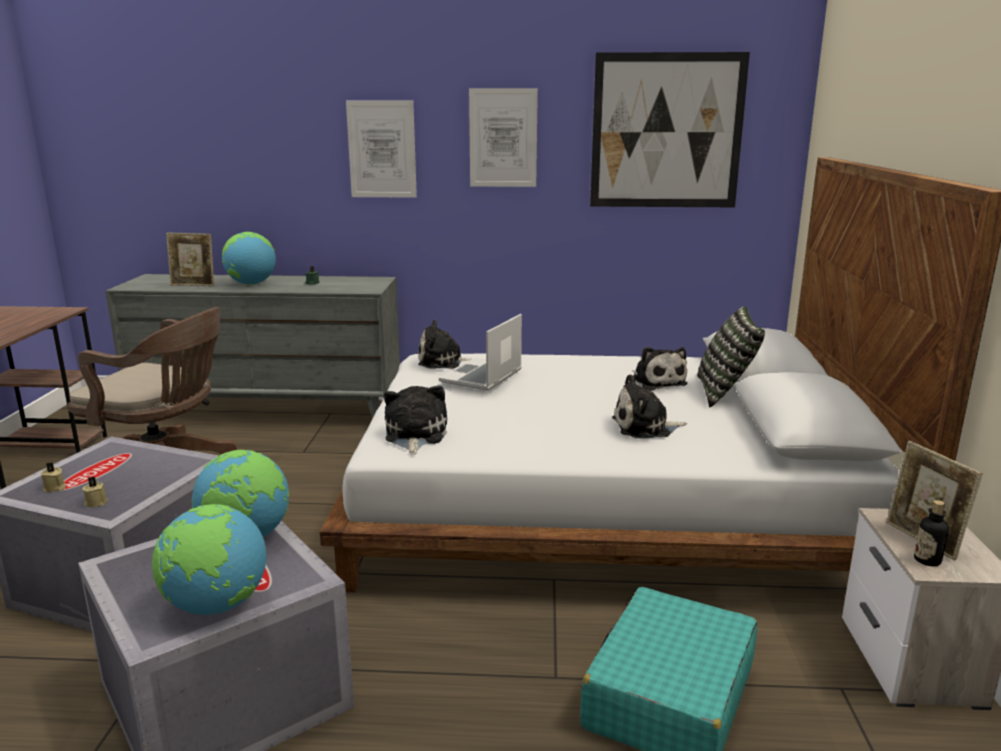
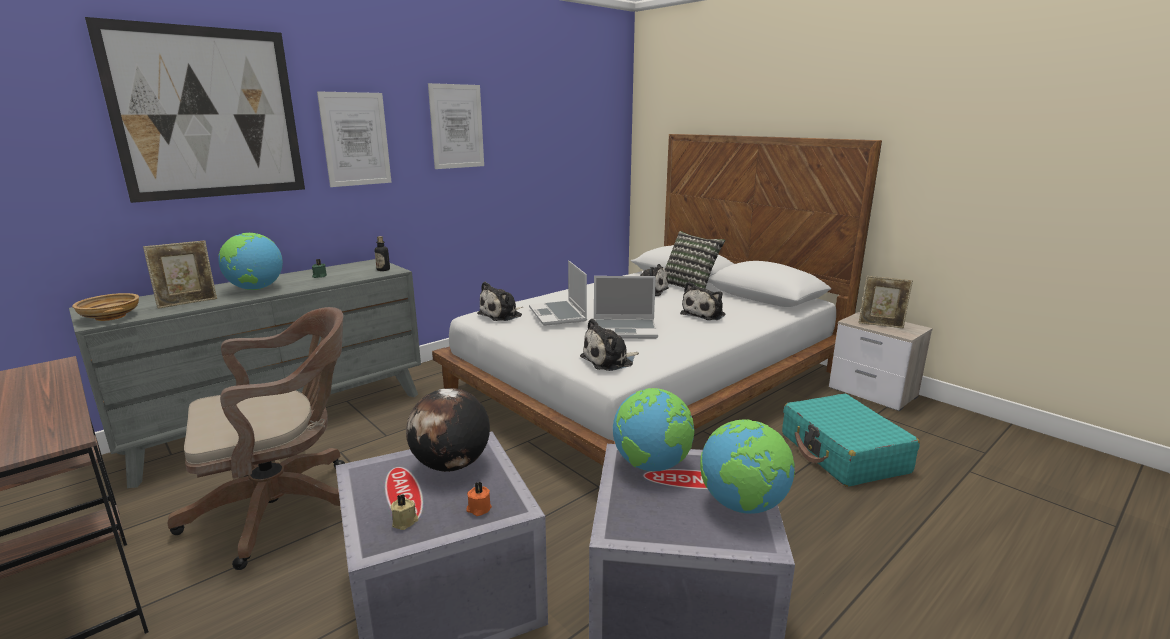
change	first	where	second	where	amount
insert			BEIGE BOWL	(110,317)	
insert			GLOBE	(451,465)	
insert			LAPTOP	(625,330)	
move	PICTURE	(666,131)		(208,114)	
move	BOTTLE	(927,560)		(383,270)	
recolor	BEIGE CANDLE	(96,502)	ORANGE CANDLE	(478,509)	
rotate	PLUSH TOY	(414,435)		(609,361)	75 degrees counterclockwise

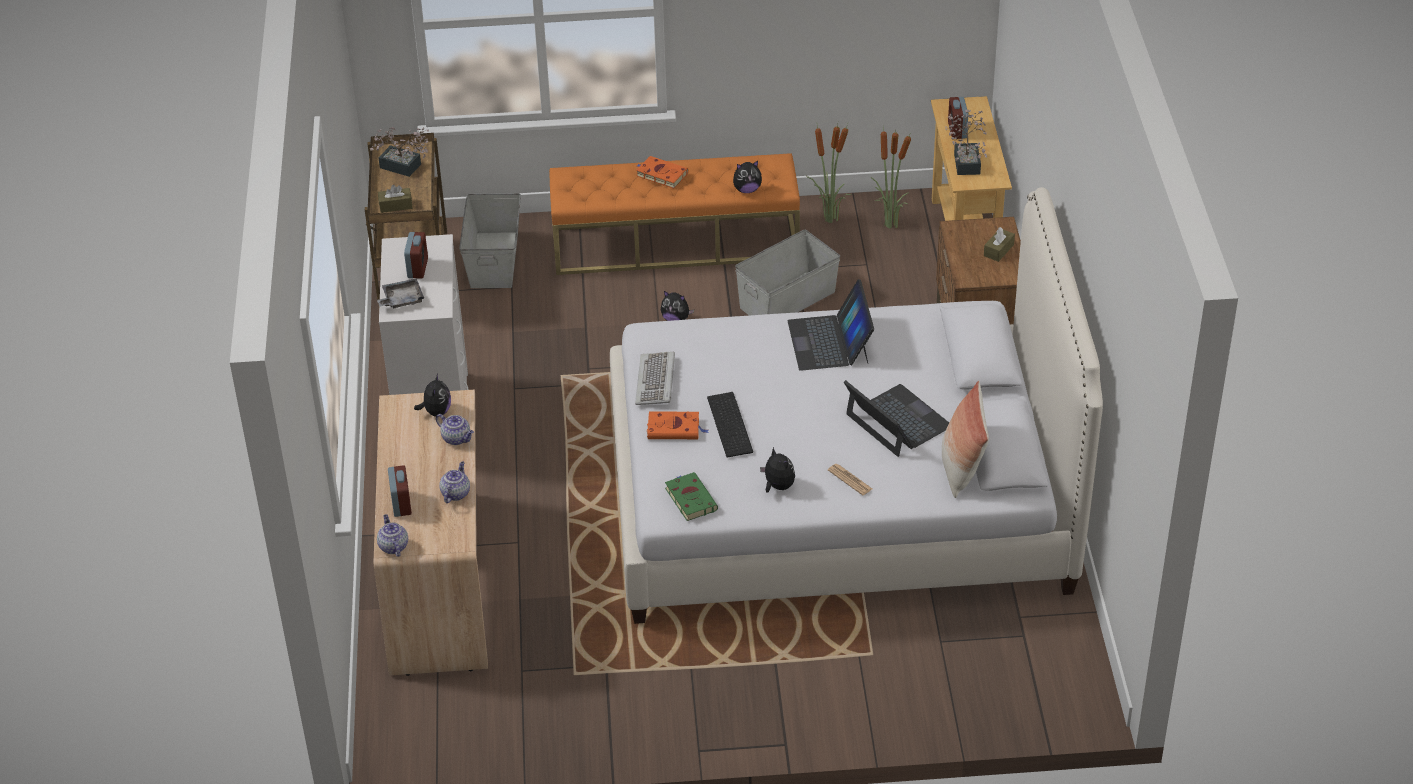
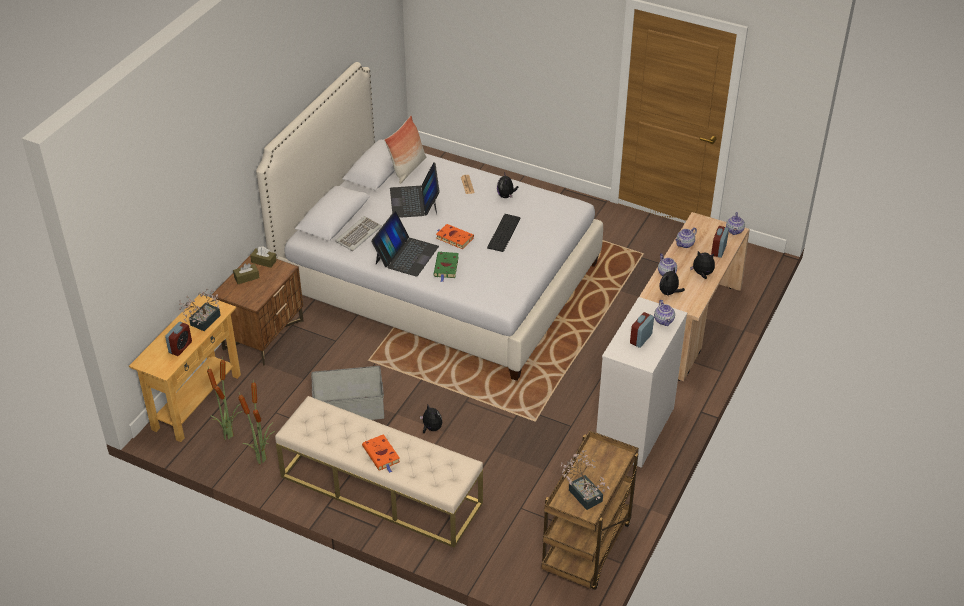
change	first	where	second	where	amount
delete	GREY STORAGE BOX	(495,259)			
move	BROWN TISSUE BOX	(395,205)		(263,261)	
move	KEYBOARD	(656,381)		(358,235)	
move	ORANGE BOOK	(675,429)		(453,238)	
move	GREEN BOOK	(690,498)		(446,267)	
move	PLUSH TOY	(747,190)		(702,274)	
replace	GREY TRAY	(401,299)	TEAPOT	(664,321)	
recolor	ORANGE BENCH	(676,243)	BEIGE BENCH	(380,490)	

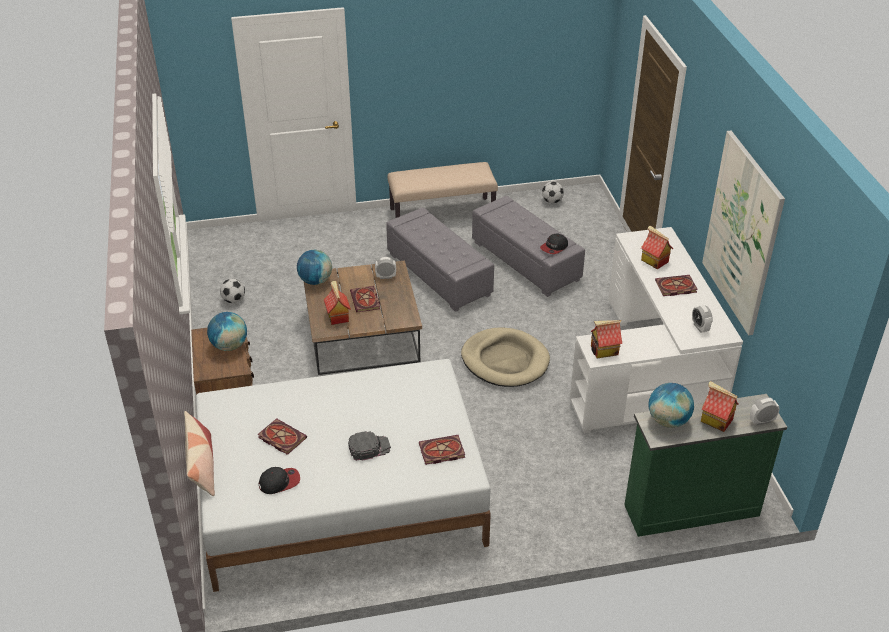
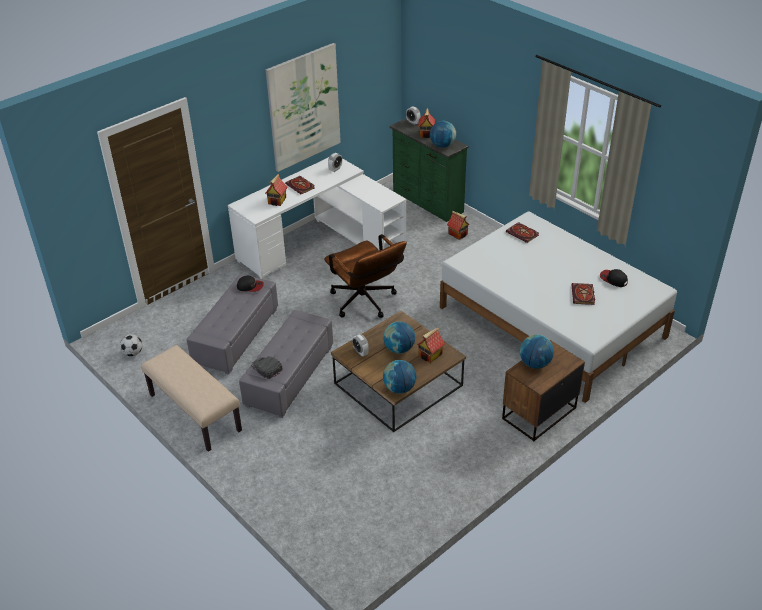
change	first	where	second	where	amount
delete	PILLOW	(201,466)			
delete	FOOTBALL	(234,300)			
move	BLACK CAP	(369,448)		(266,368)	
move	TOY HOUSE	(604,351)		(458,234)	
replace	BOOK	(366,301)	GLOBE	(399,349)	
replace	BEIGE DOG BED	(505,360)	BROWN OFFICE CHAIR	(366,303)	

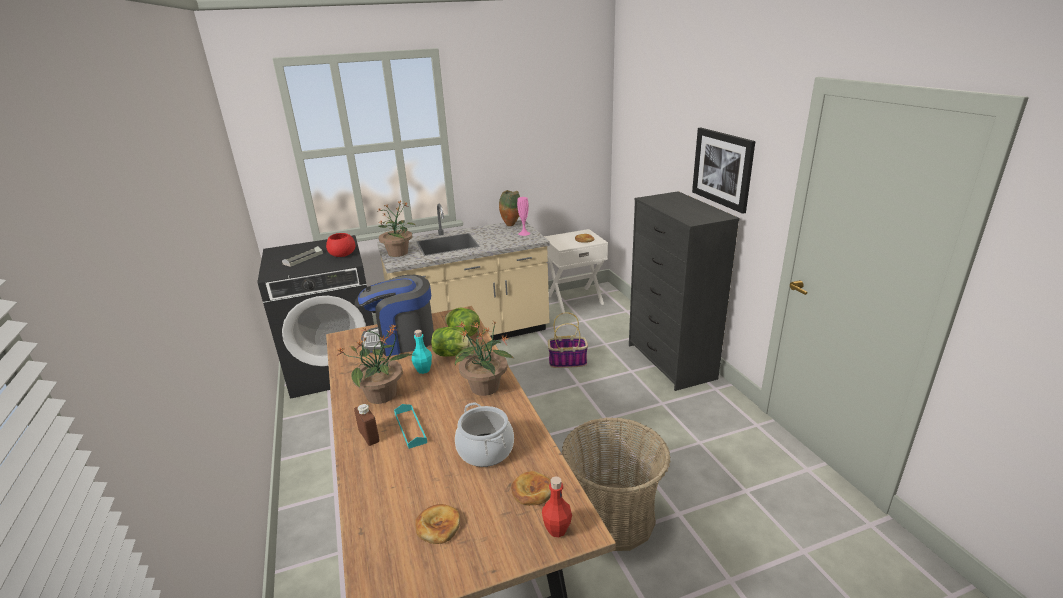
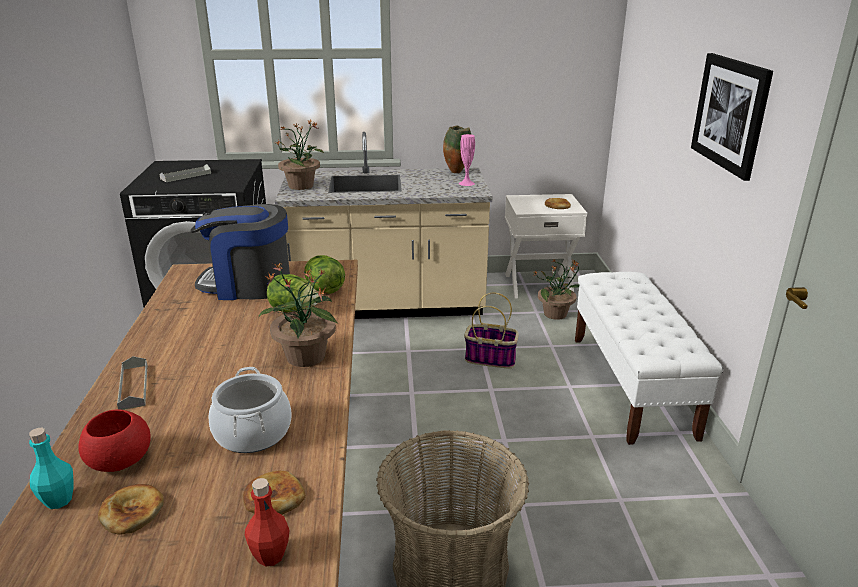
change	first	where	second	where	amount
delete	TURQUOISE TRAY	(410,428)			
move	RED BOWL	(342,255)		(118,461)	
move	POTTED PLANT	(382,395)		(556,314)	
move	TURQUOISE BOTTLE	(423,370)		(59,500)	
replace	BROWN BOTTLE	(369,436)	GREY TRAY	(133,386)	
replace	BLACK DRESSER	(671,362)	WHITE BENCH	(631,385)	

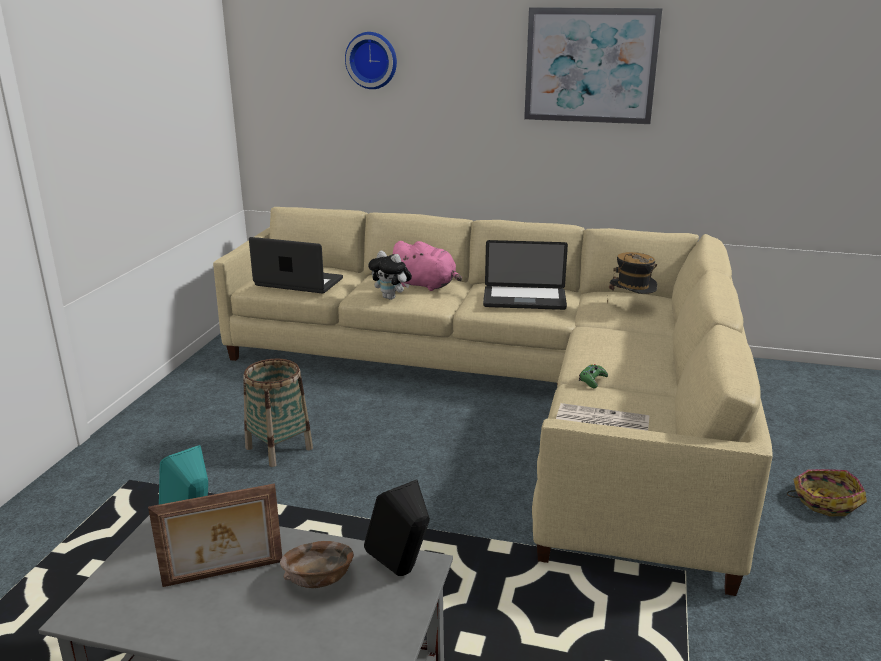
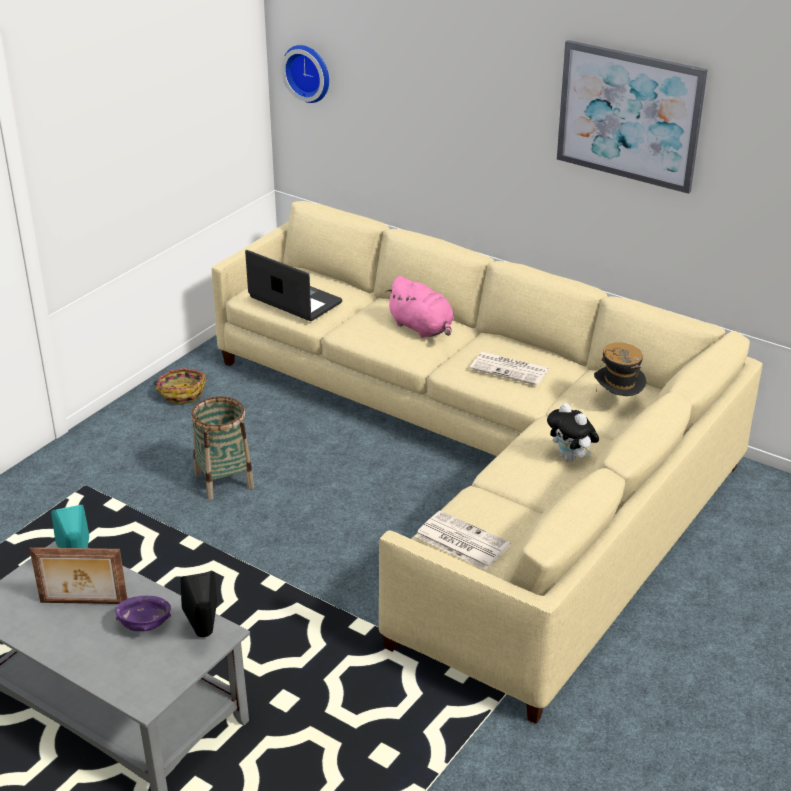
change	first	where	second	where	amount
delete	GREEN GAME CONTROLLER	(592,380)			
move	WALL CLOCK	(372,60)		(309,72)	
move	PLUSH TOY	(391,298)		(571,458)	
move	BASKET	(824,501)		(181,393)	
replace	LAPTOP	(524,299)	NEWSPAPER	(510,369)	
recolor	BROWN BOWL	(319,580)	PURPLE BOWL	(145,625)	

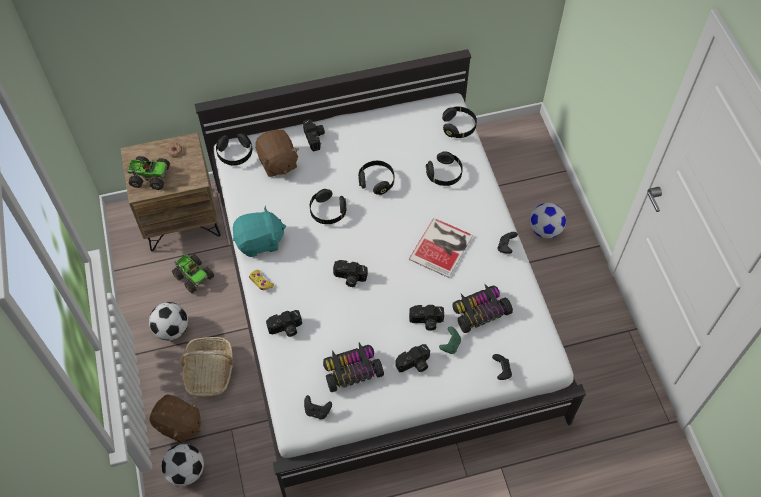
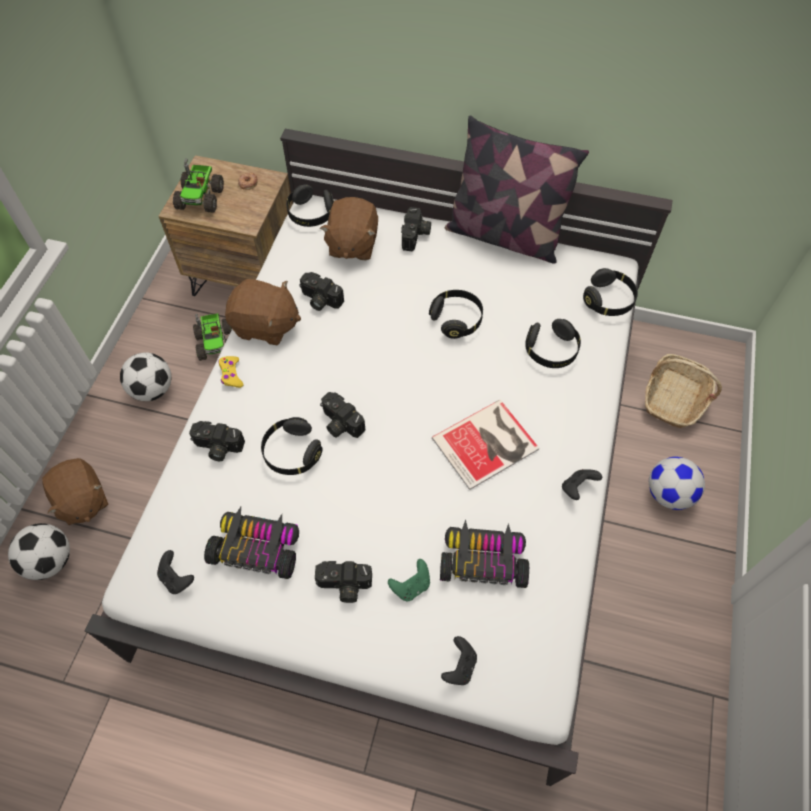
change	first	where	second	where	amount
insert			PILLOW	(504,236)	
move	BASKET	(209,371)		(674,399)	
move	BLACK HEADPHONES	(328,212)		(292,453)	
move	PHOTO CAMERA	(426,321)		(319,300)	
recolor	TURQUOISE PLUSH TOY	(260,242)	BROWN PLUSH TOY	(265,326)	
rotate	TOY TRUCK	(150,176)		(201,197)	60 degrees clockwise

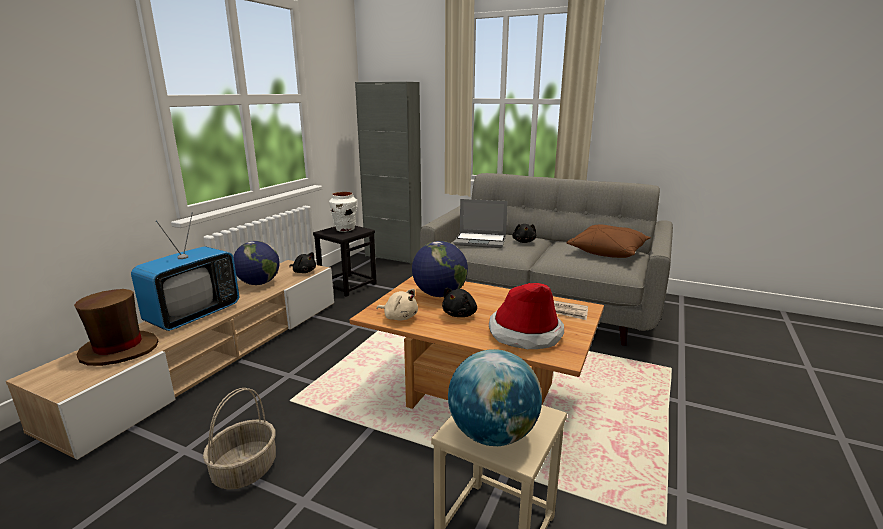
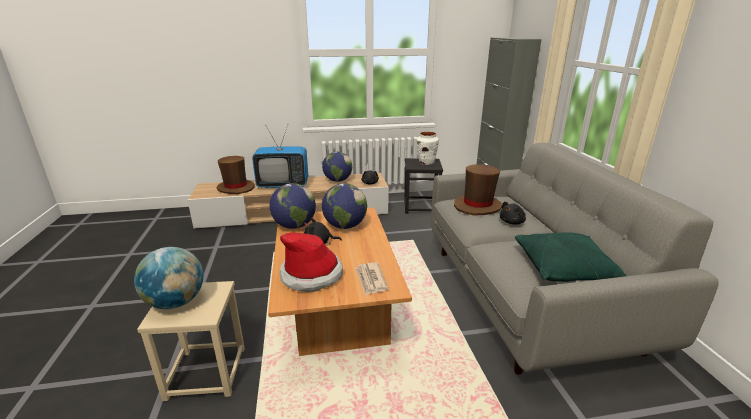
change	first	where	second	where	amount
delete	BASKET	(245,469)			
replace	BEIGE PLUSH TOY	(399,317)	GLOBE	(294,226)	
replace	LAPTOP	(481,241)	BROWN HAT	(477,206)	
recolor	BROWN PILLOW	(607,252)	GREEN PILLOW	(564,268)	

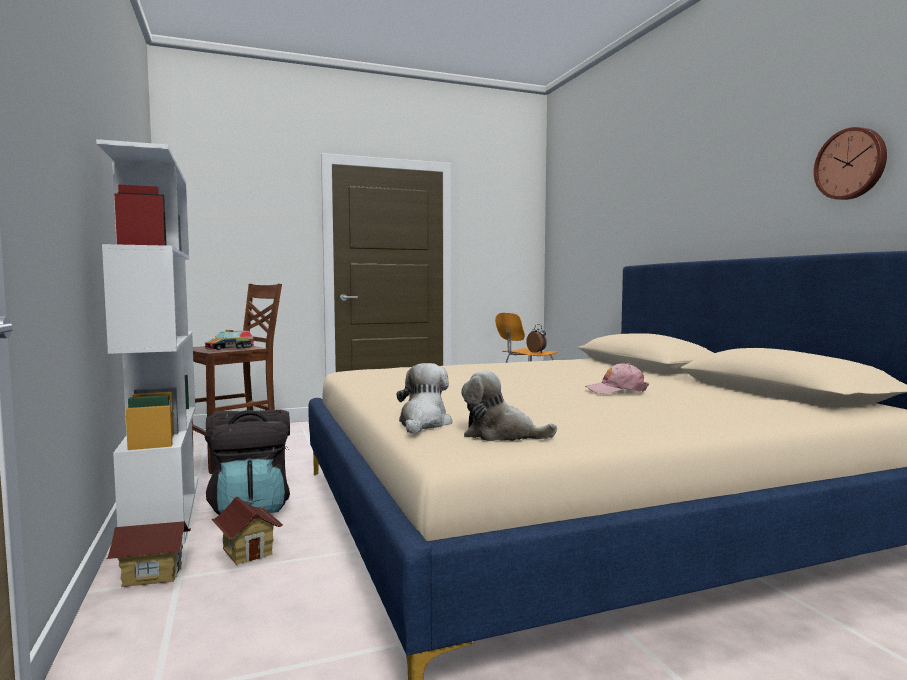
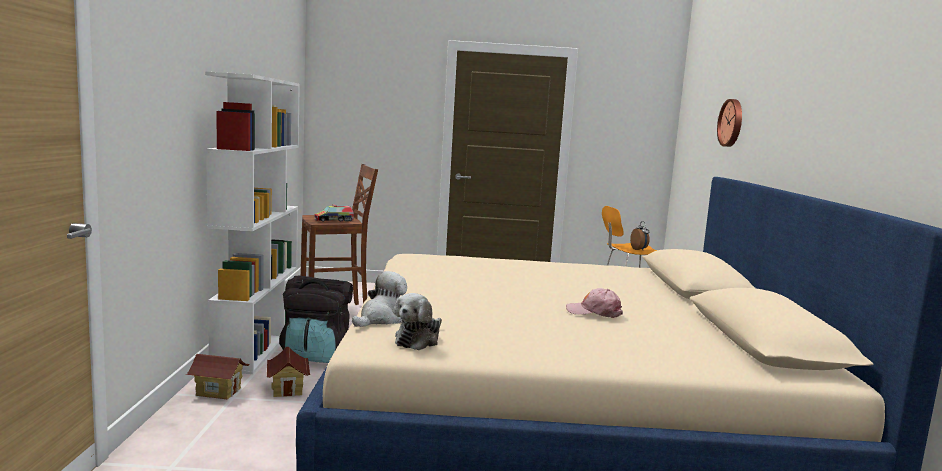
change	first	where	second	where	amount
move	WALL CLOCK	(851,164)		(732,123)	
rotate	PLUSH TOY	(501,435)		(419,339)	105 degrees counterclockwise

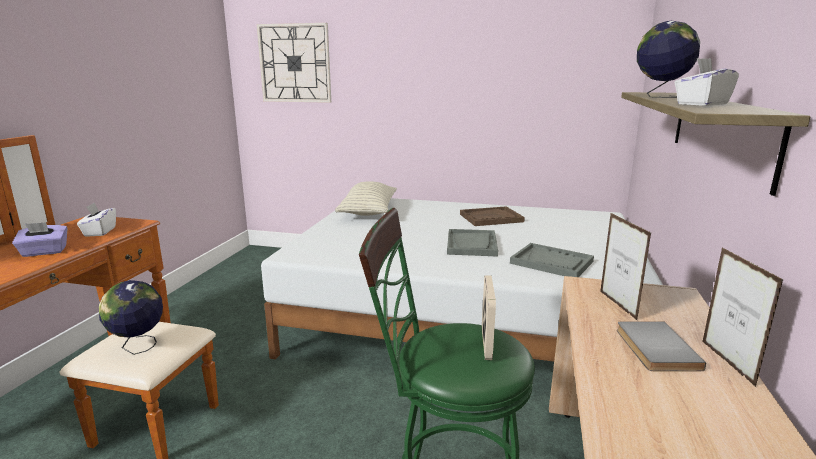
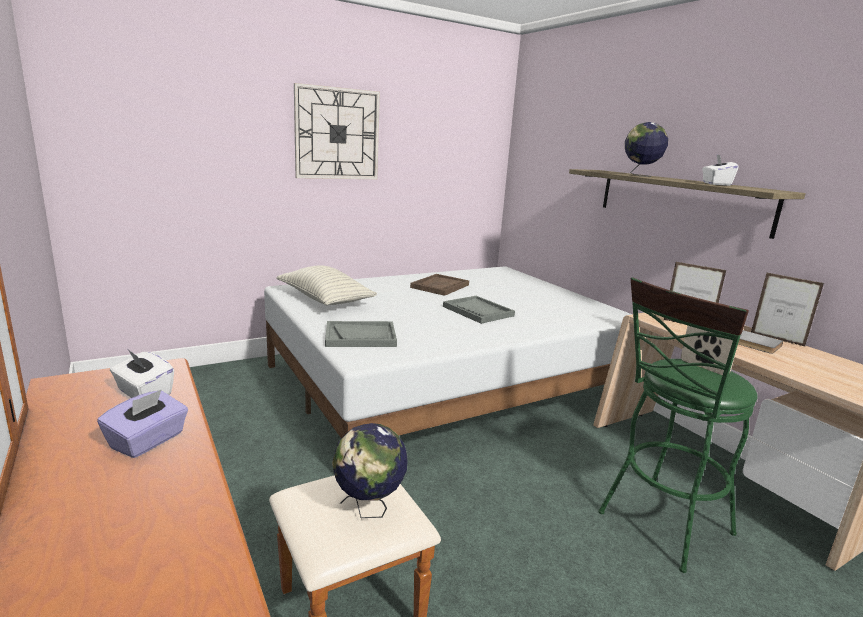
change	first	where	second	where	amount
move	WALL CLOCK	(295,63)		(337,134)	
move	GREY TRAY	(552,262)		(360,336)	

